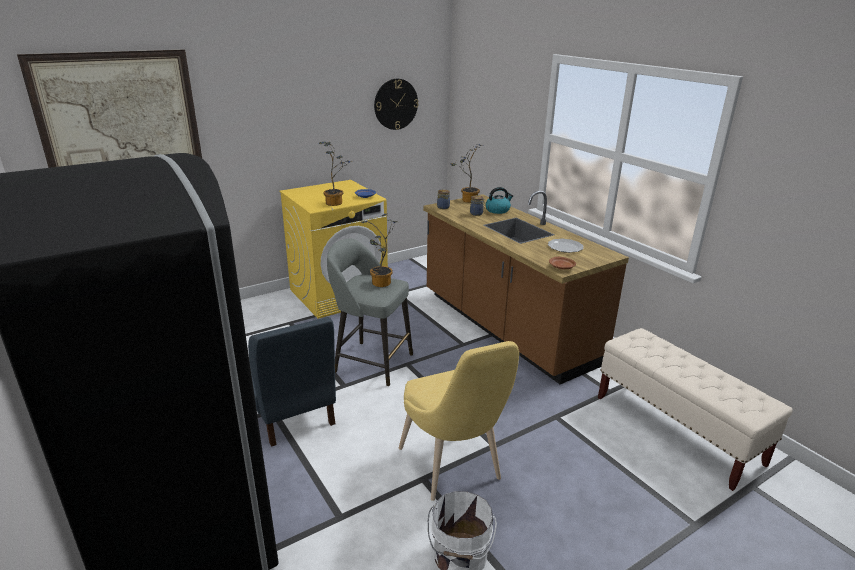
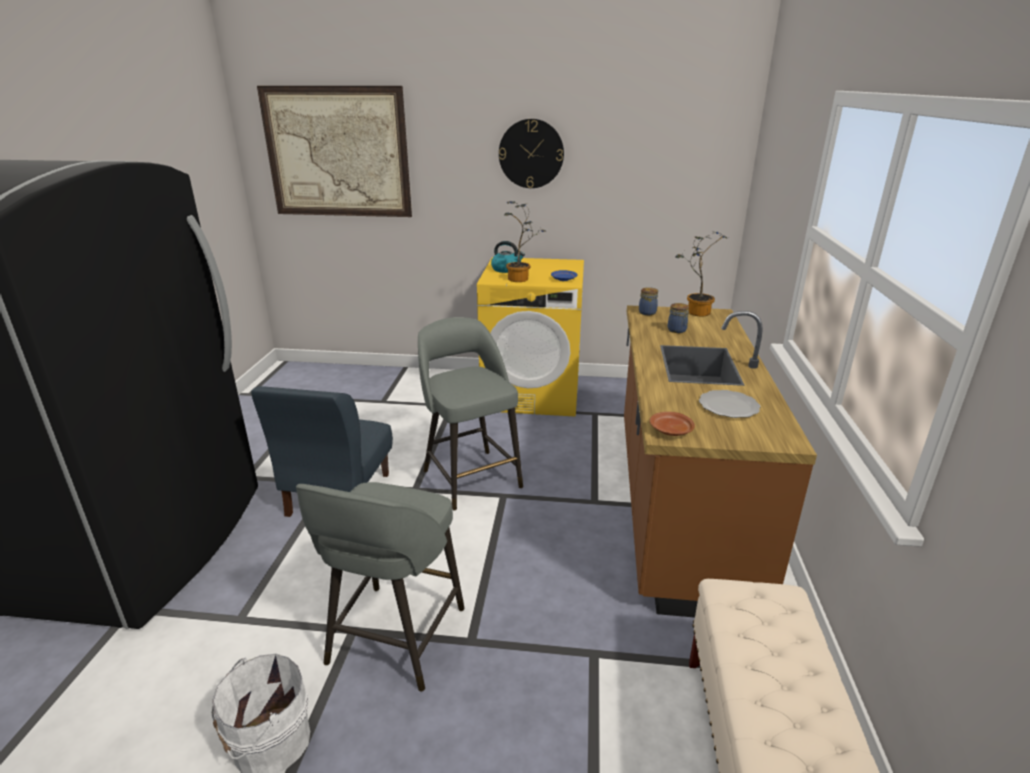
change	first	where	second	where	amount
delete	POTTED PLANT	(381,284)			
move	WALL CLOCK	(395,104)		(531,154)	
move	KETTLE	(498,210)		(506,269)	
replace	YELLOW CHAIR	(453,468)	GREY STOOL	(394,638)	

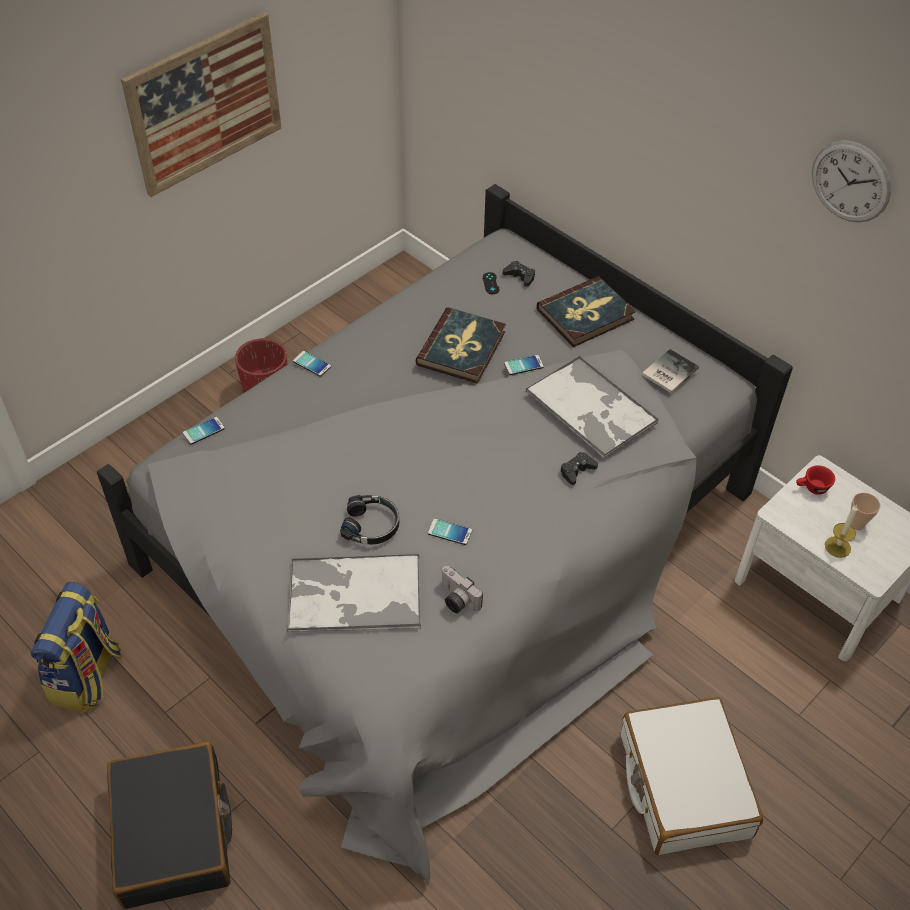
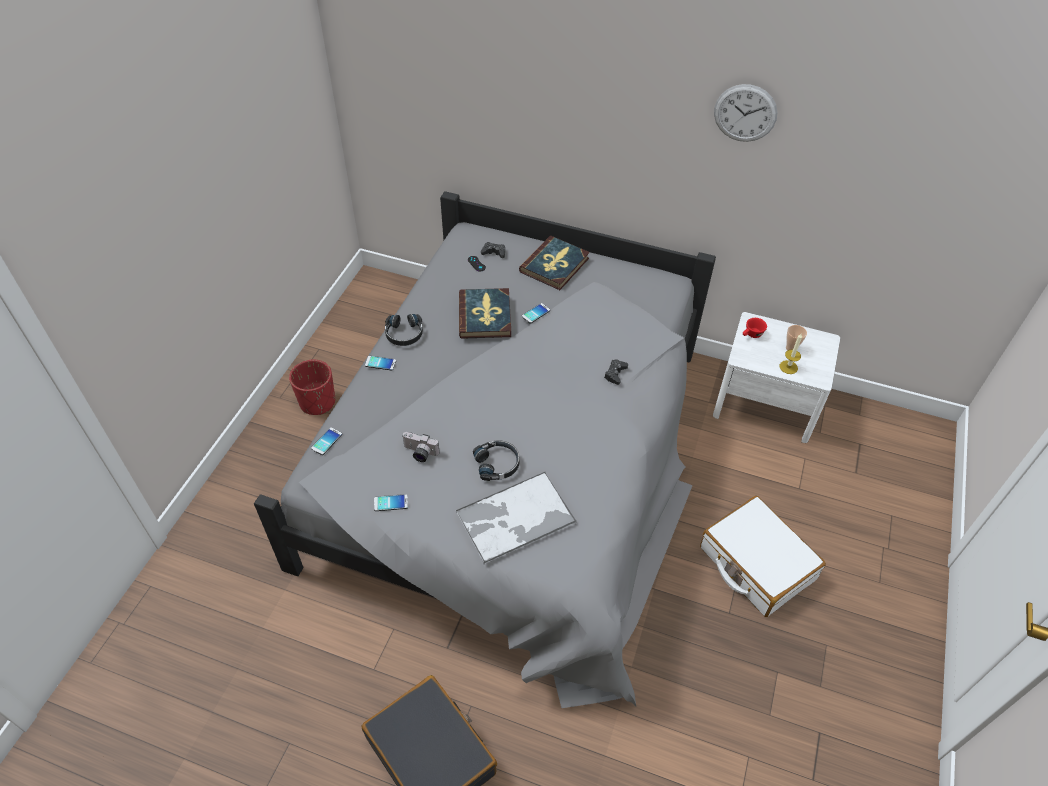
change	first	where	second	where	amount
delete	BACKPACK	(87,677)			
delete	PICTURE	(205,104)			
delete	TRAY	(592,408)			
delete	BOOK	(668,371)			
insert			BLACK HEADPHONES	(404,334)	
move	PHONE	(450,532)		(391,503)	
move	PHOTO CAMERA	(456,599)		(419,453)	

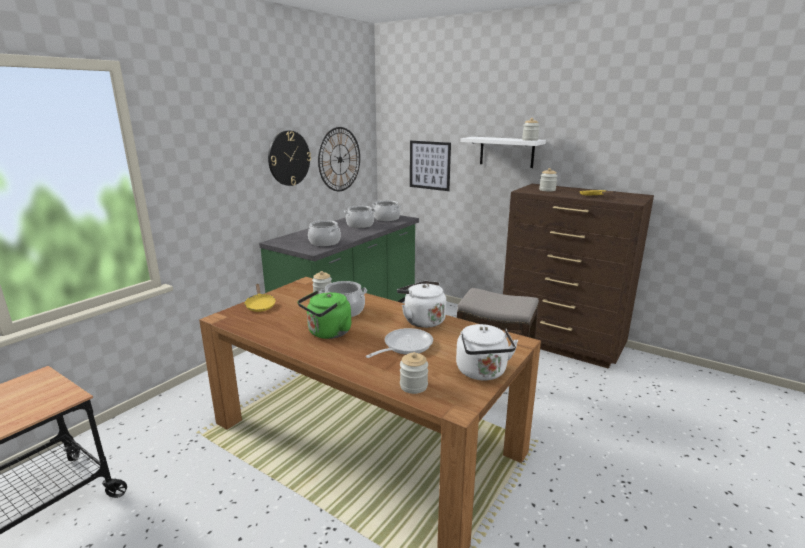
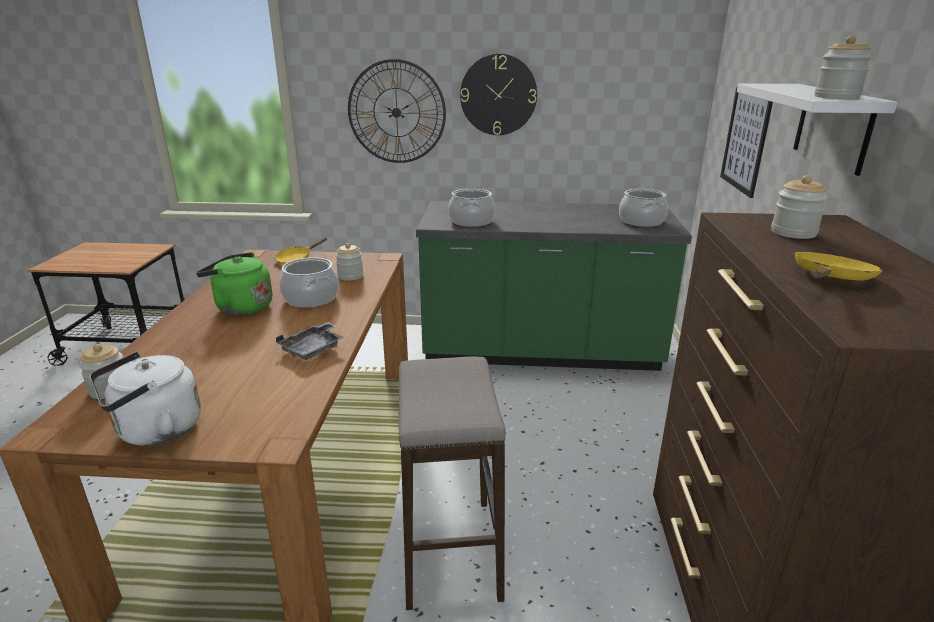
change	first	where	second	where	amount
delete	COOKING POT	(360,225)			
delete	FRYING PAN	(404,346)			
move	WALL CLOCK	(339,159)		(396,112)	
replace	WHITE KETTLE	(422,320)	GREY TRAY	(313,349)	

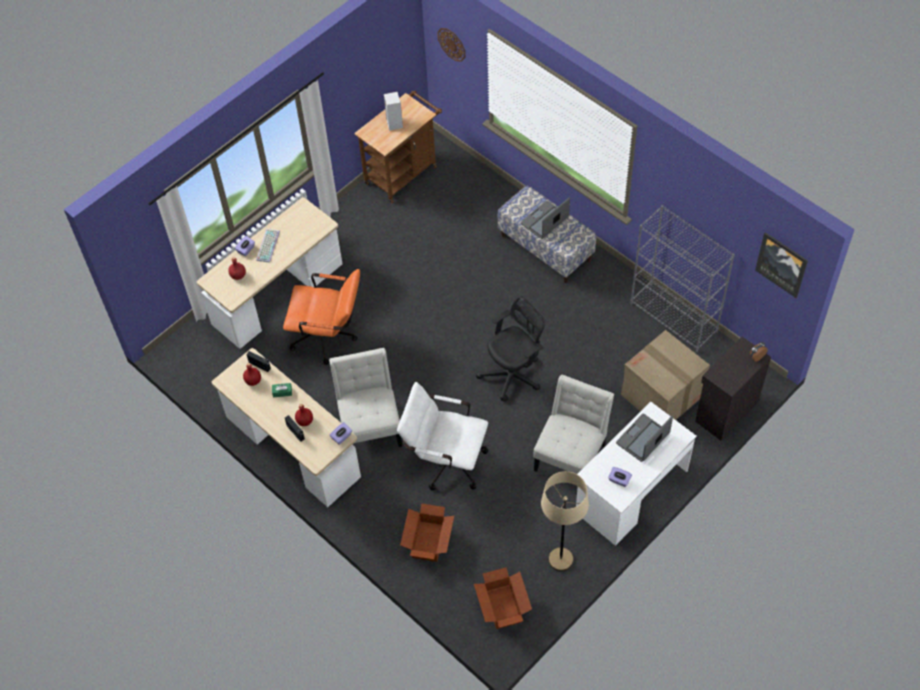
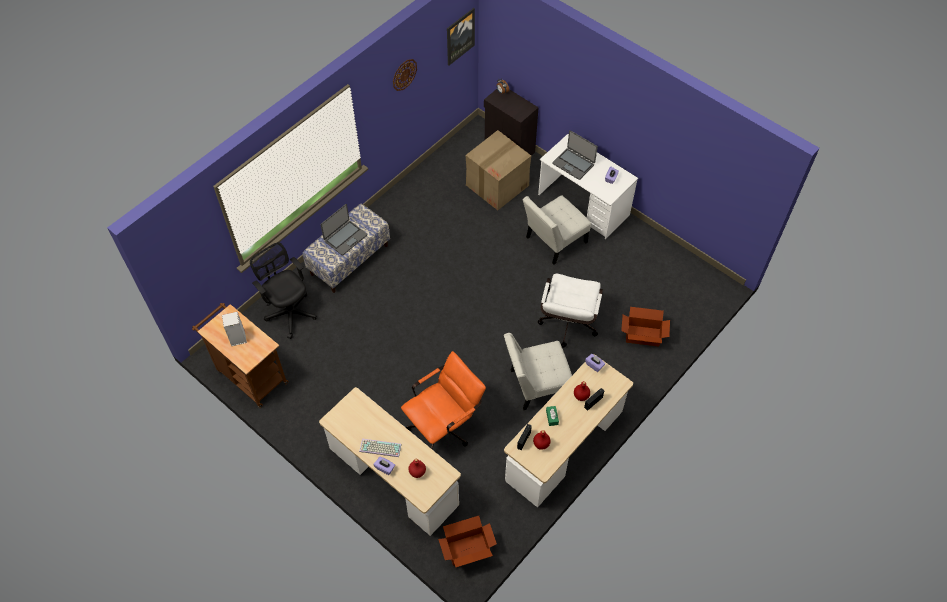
change	first	where	second	where	amount
delete	BEIGE FLOOR LAMP	(560,559)			
delete	GREY BOOKCASE	(674,318)			
move	WALL CLOCK	(452,44)		(404,74)	
move	CARDBOARD BOX	(502,607)		(468,549)	
move	BLACK OFFICE CHAIR	(513,374)		(290,311)	
rotate	ORANGE OFFICE CHAIR	(329,337)		(444,426)	45 degrees clockwise
rotate	LAPTOP	(545,221)		(345,238)	90 degrees counterclockwise
rotate	WHITE CHAIR	(571,453)		(553,241)	60 degrees counterclockwise

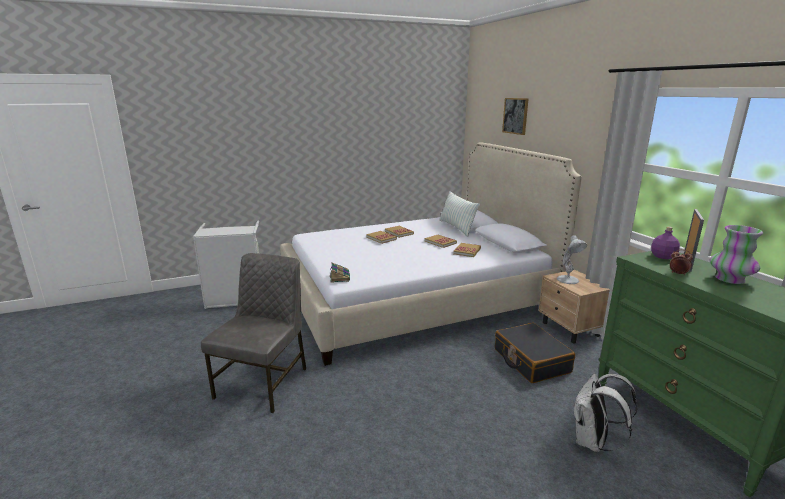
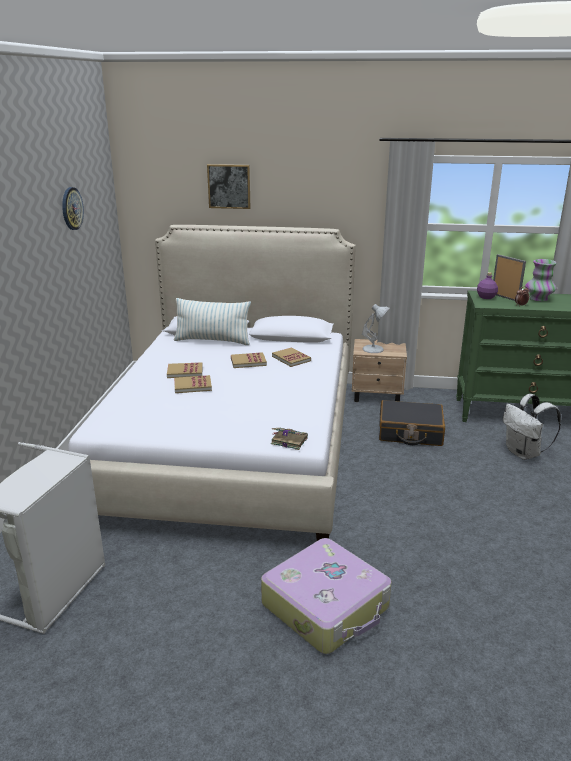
change	first	where	second	where	amount
insert			WALL CLOCK	(71,208)	
replace	GREY CHAIR	(264,382)	SUITCASE	(327,606)	

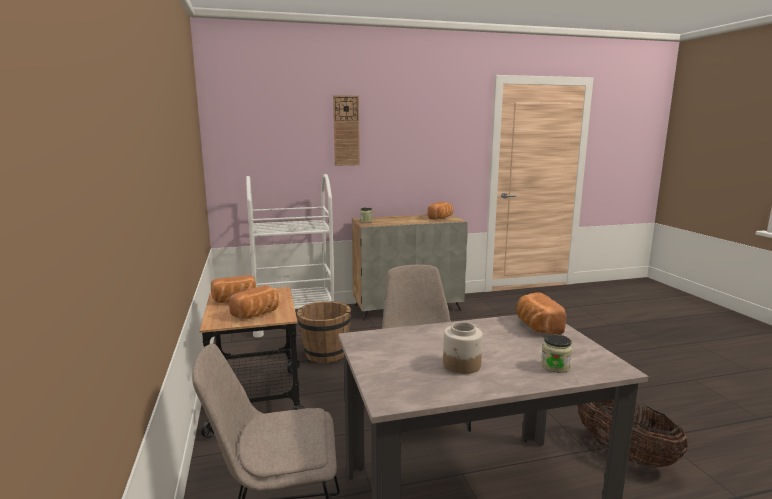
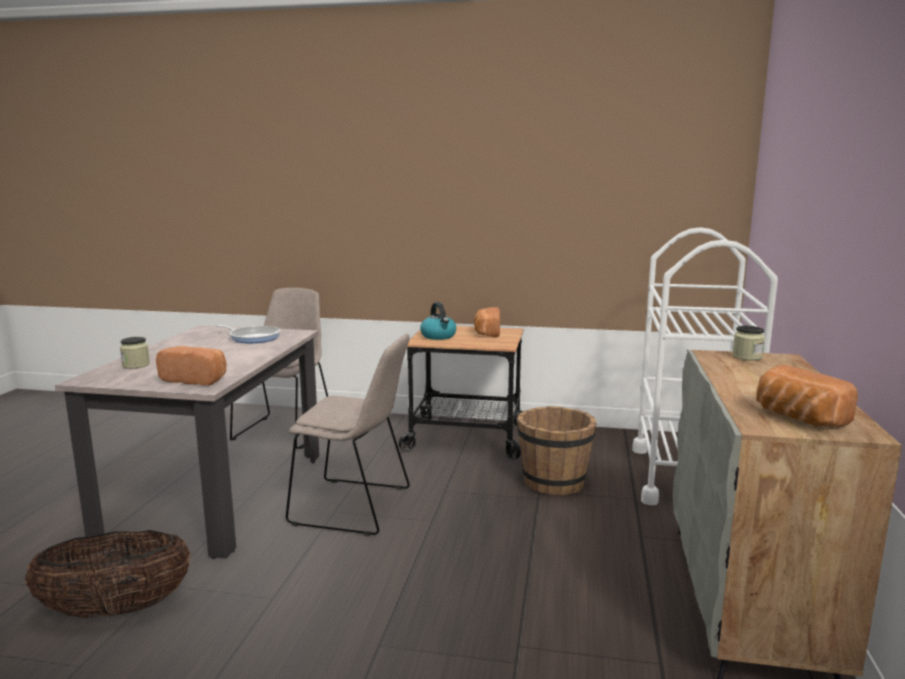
change	first	where	second	where	amount
delete	WALL CLOCK	(346,131)			
delete	JAR	(462,365)			
insert			FRYING PAN	(253,337)	
replace	BREAD	(257,314)	KETTLE	(438,336)	

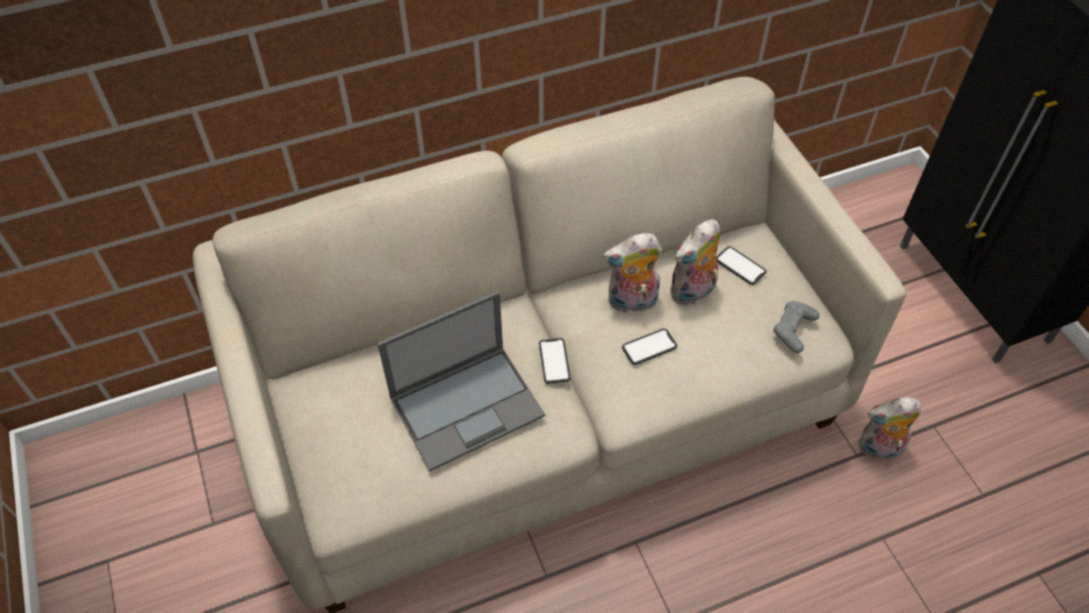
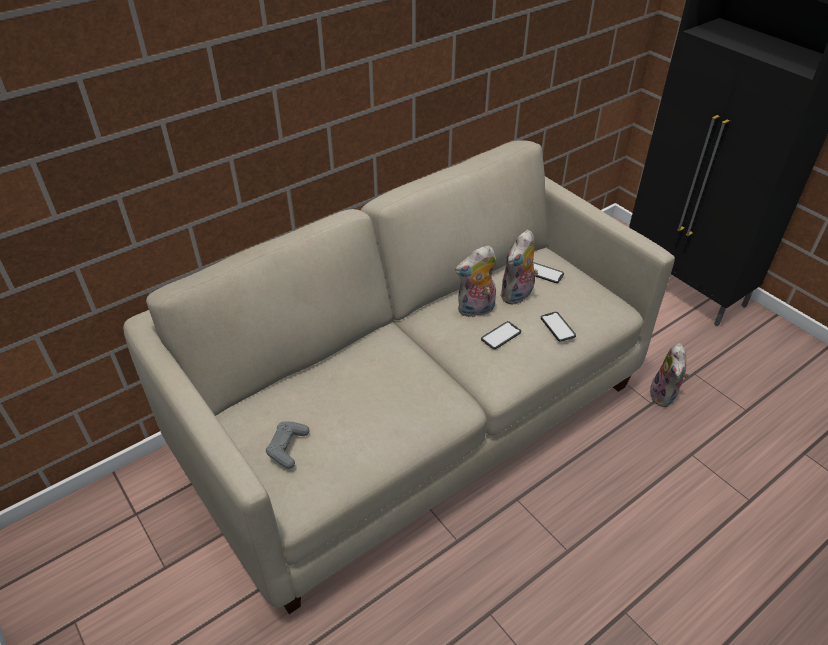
change	first	where	second	where	amount
delete	LAPTOP	(468,405)			
move	PHONE	(554,361)		(557,327)	
move	GREY GAME CONTROLLER	(793,330)		(287,447)	
rotate	PLUSH TOY	(879,449)		(664,396)	60 degrees counterclockwise

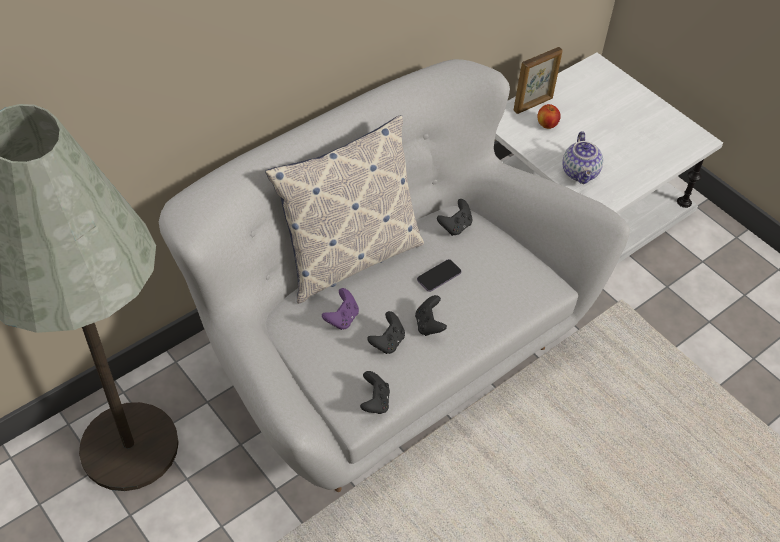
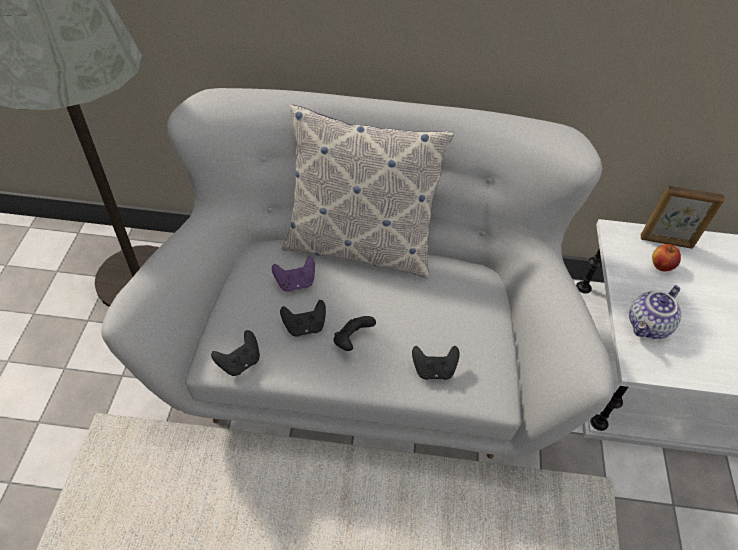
change	first	where	second	where	amount
delete	PHONE	(439,276)			
move	BLACK GAME CONTROLLER	(455,226)		(433,370)	

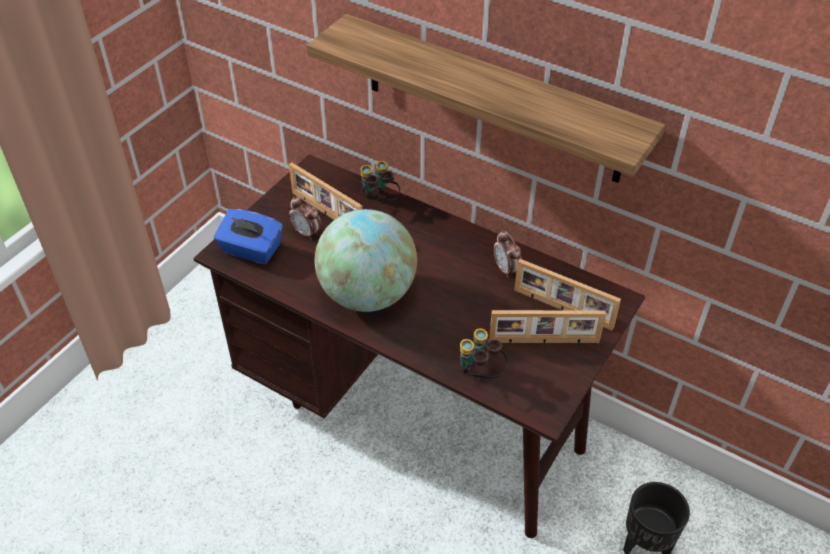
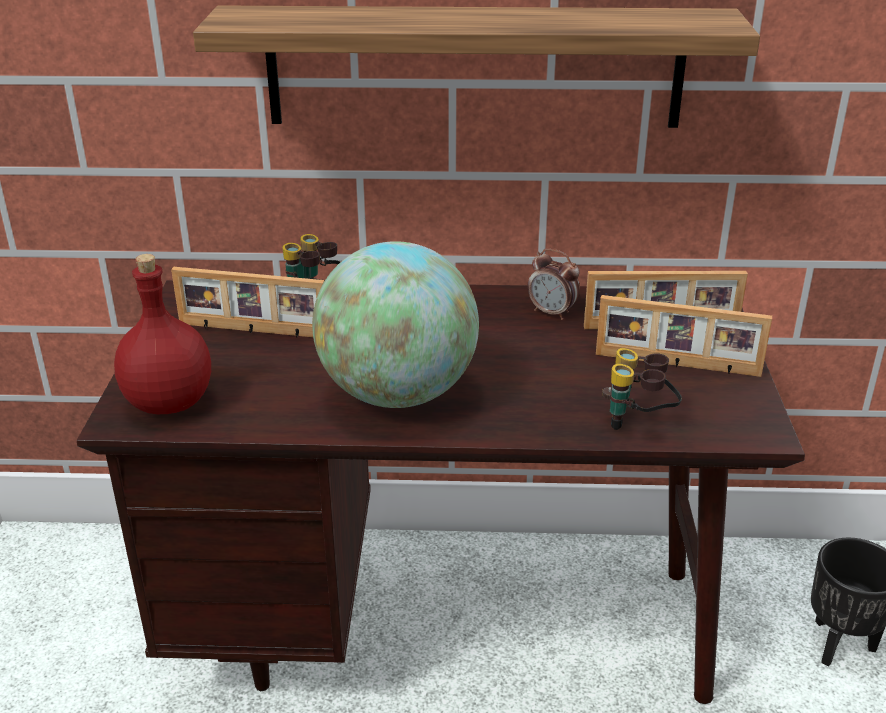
change	first	where	second	where	amount
delete	ALARM CLOCK	(307,233)			
replace	BLUE TISSUE BOX	(251,250)	RED BOTTLE	(170,401)	
rotate	PICTURE FRAME	(544,342)		(677,365)	45 degrees clockwise

